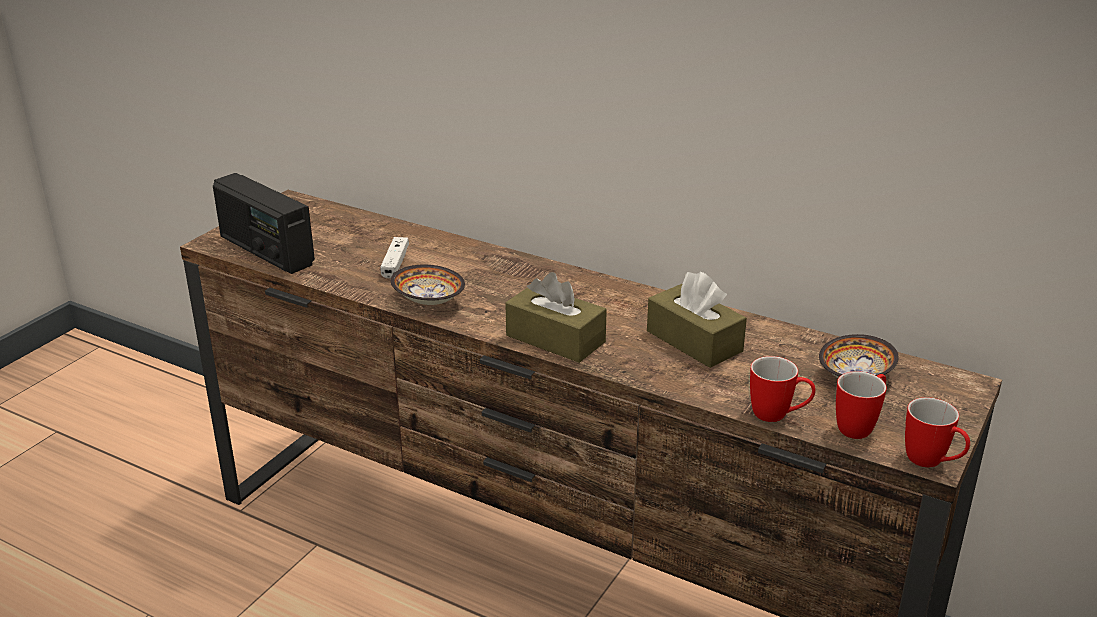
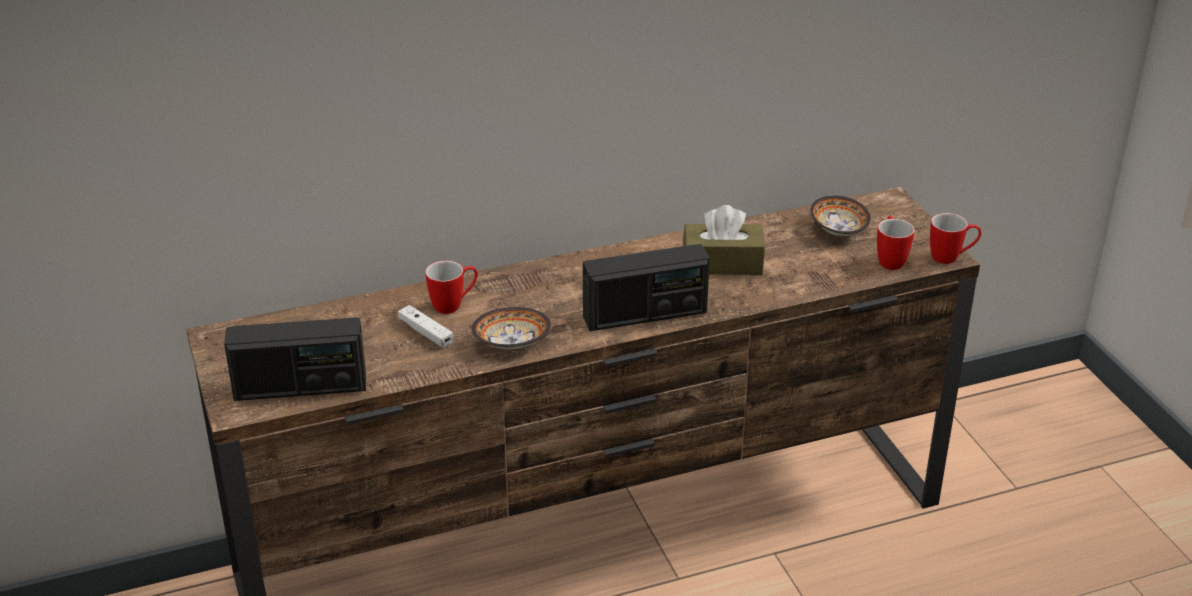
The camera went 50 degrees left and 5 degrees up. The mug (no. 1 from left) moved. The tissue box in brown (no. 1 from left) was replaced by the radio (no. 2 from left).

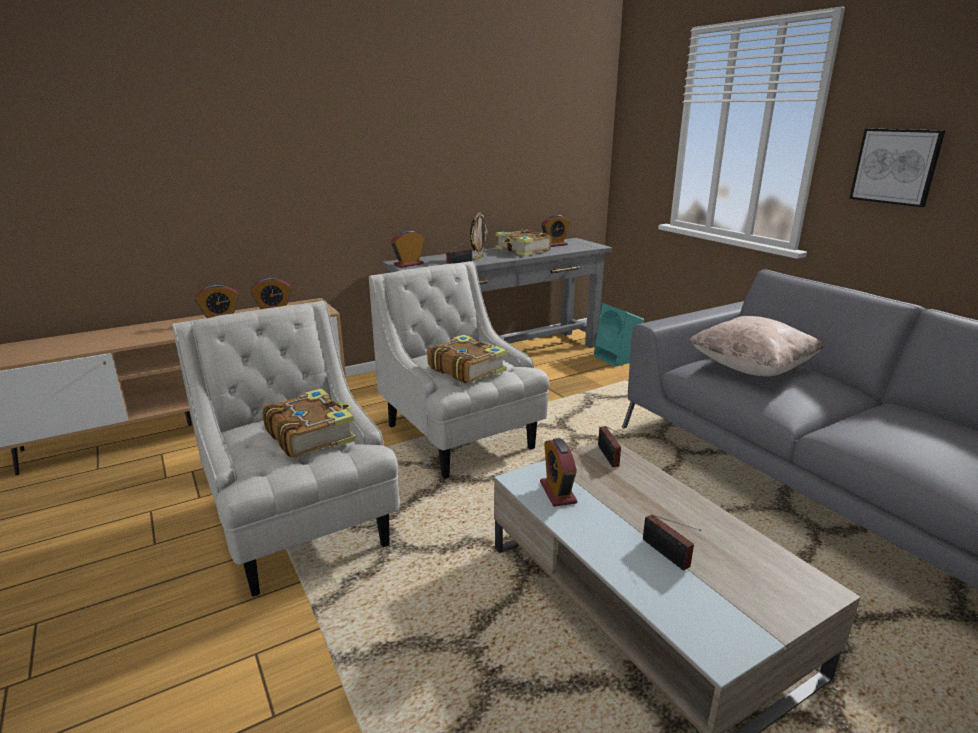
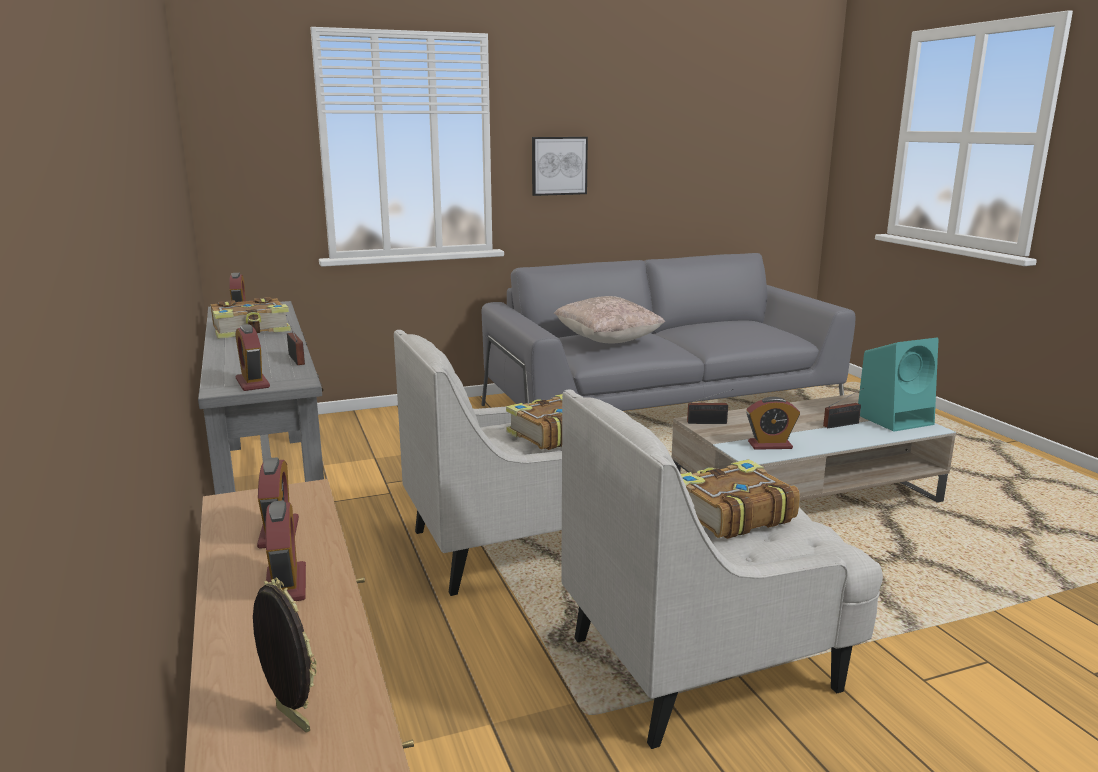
The camera went 80 degrees left and 5 degrees down. The picture frame moved. The speaker in turquoise moved.

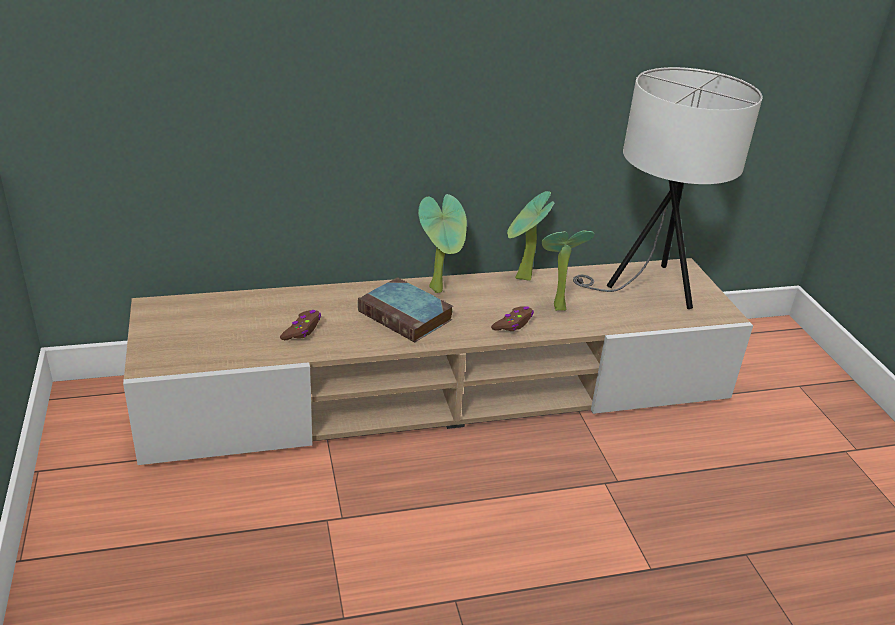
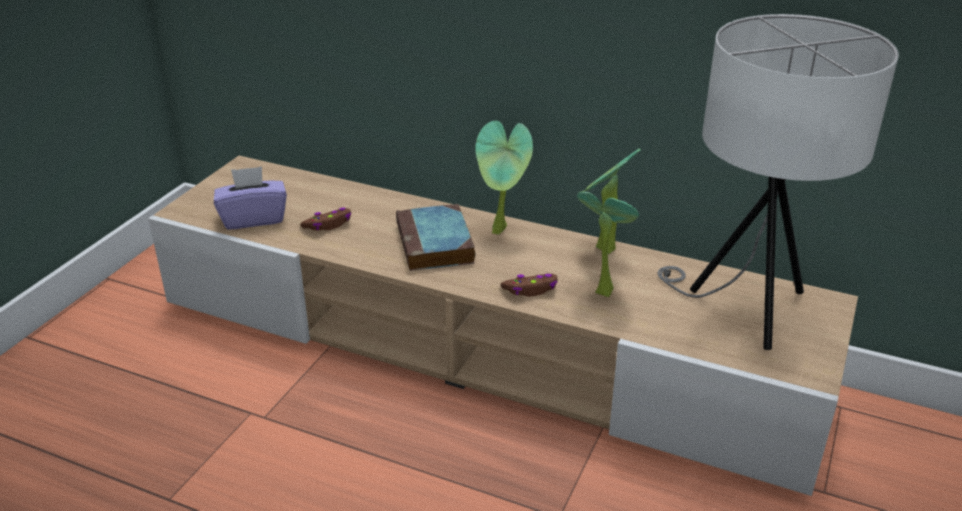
The camera went 40 degrees right and 0 degrees up. The tissue box in purple appeared.

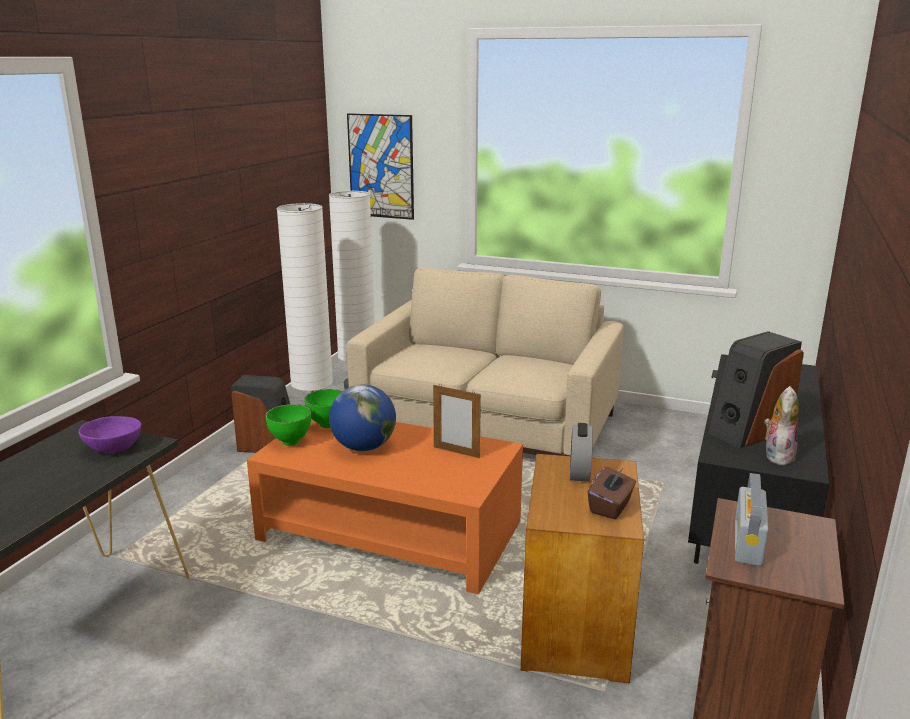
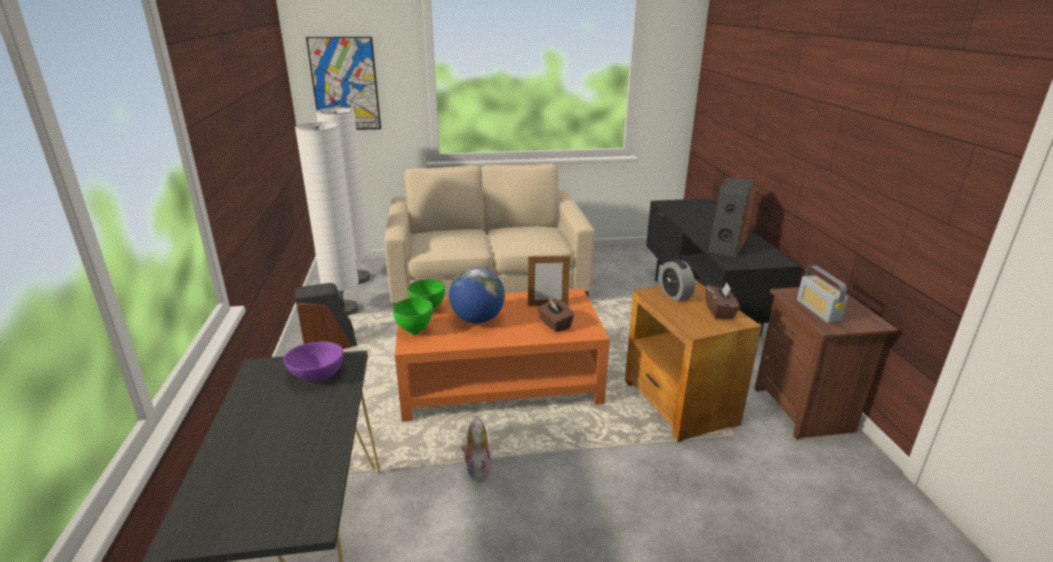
The camera went 30 degrees left and 5 degrees up. The plush toy moved. The tissue box in brown (no. 1 from left) appeared.

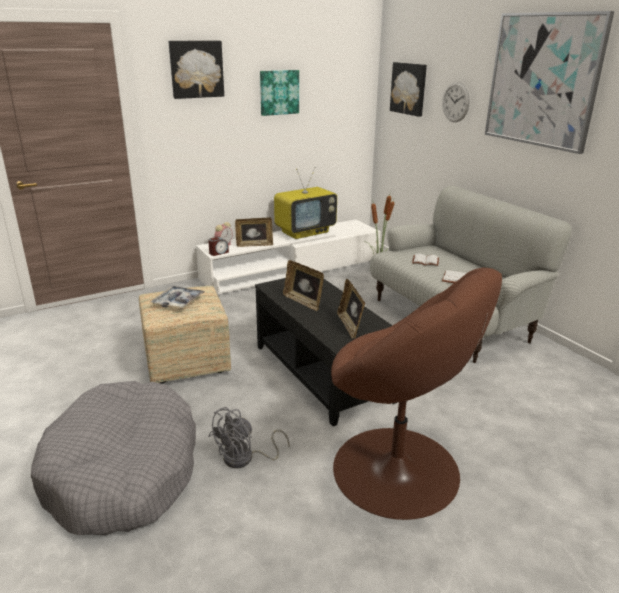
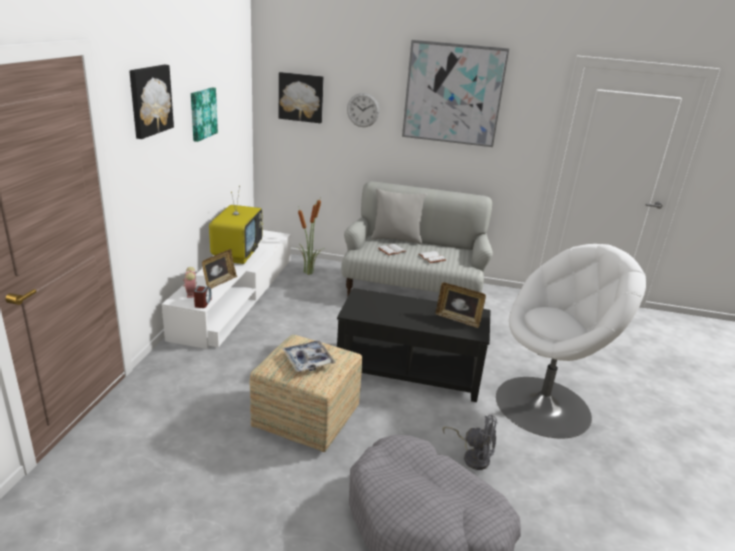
The camera went 50 degrees left and 0 degrees up. The pillow in grey appeared. The fan in grey turned 60 degrees counterclockwise. The armchair in brown became the armchair in white. The picture frame (no. 2 from left) disappeared.

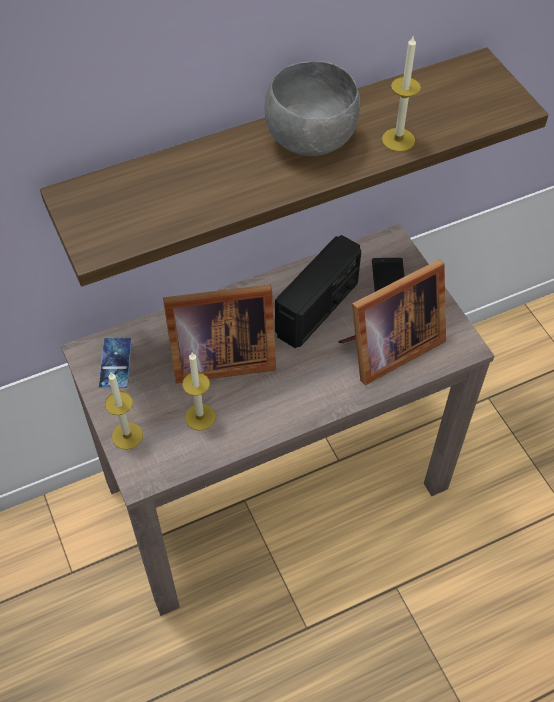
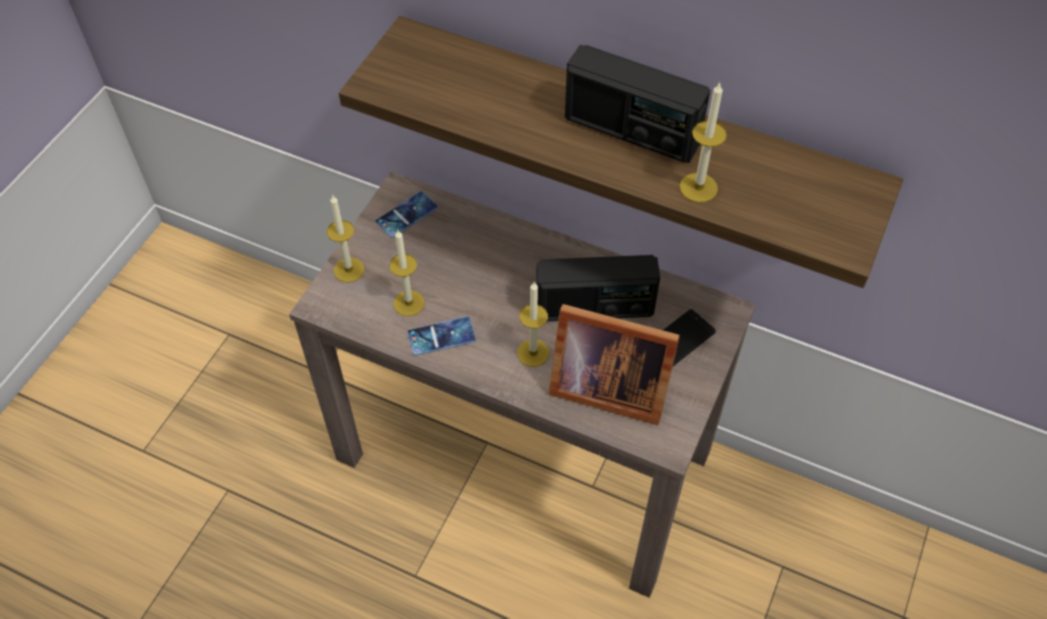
The camera went 50 degrees right and 0 degrees up. The phone (no. 2 from left) appeared. The candle (no. 3 from left) appeared. The bowl in grey was replaced by the radio (no. 2 from left). The picture frame (no. 1 from left) disappeared.

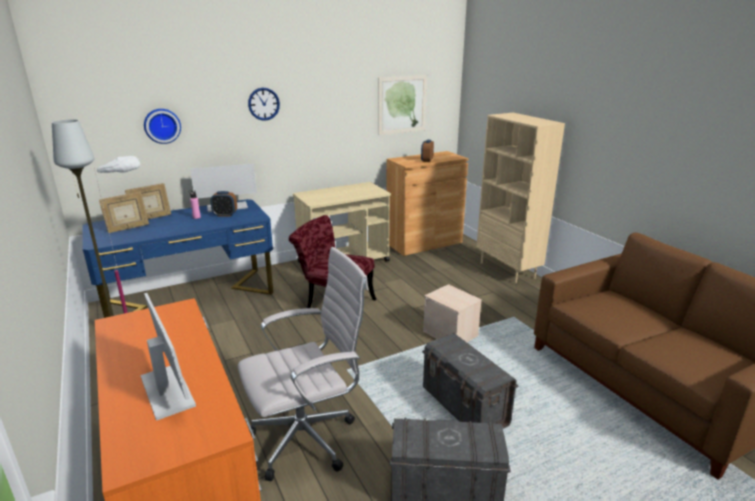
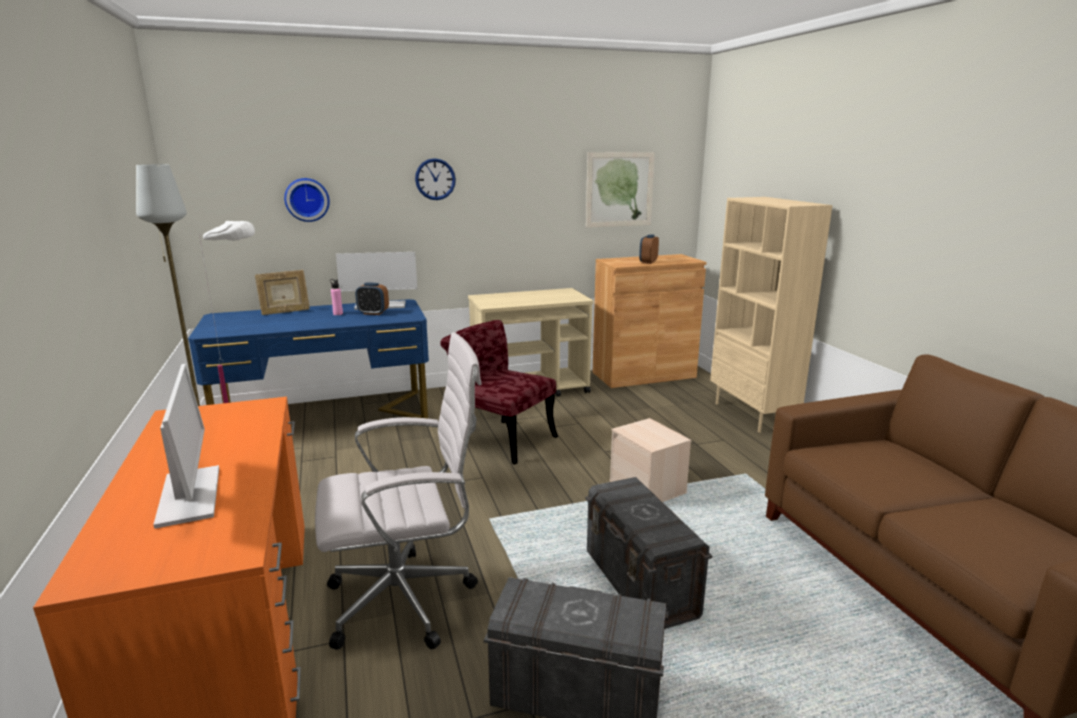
The camera went 10 degrees right and 5 degrees down. The picture frame (no. 1 from left) disappeared.

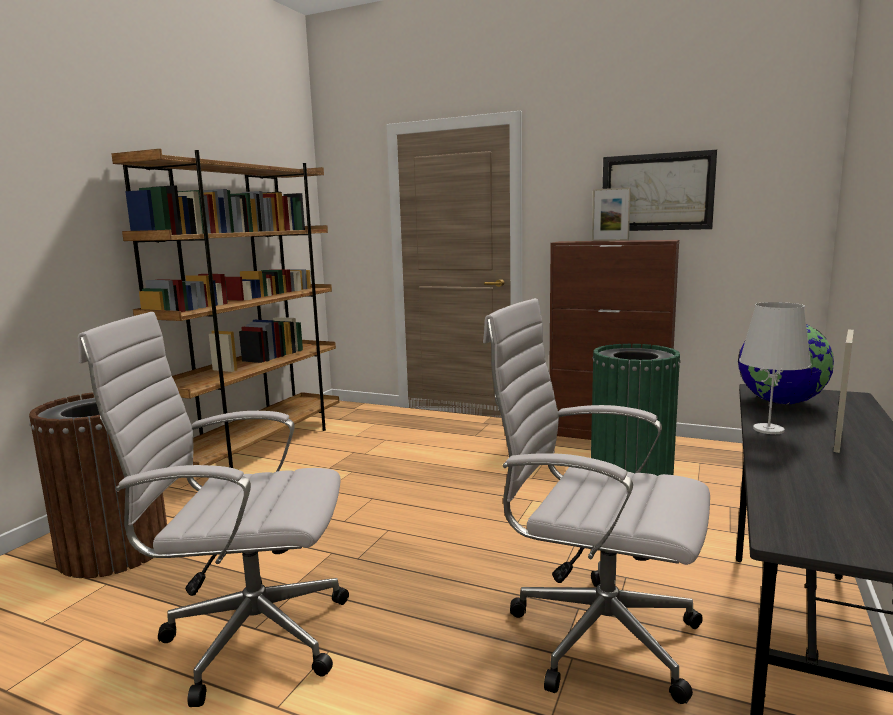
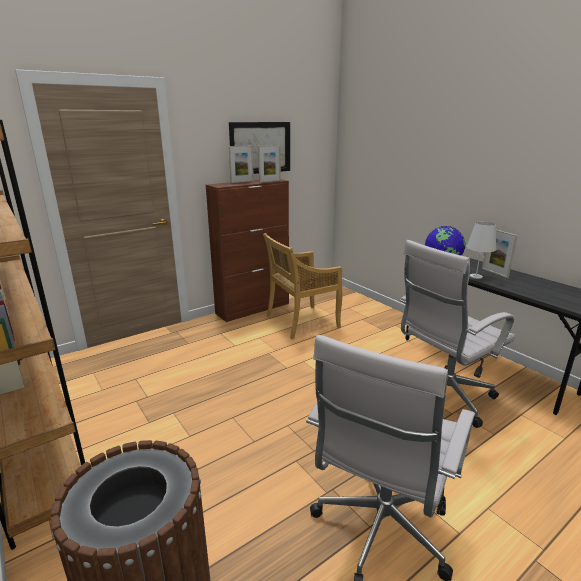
The camera went 60 degrees left and 10 degrees up. The picture frame (no. 2 from left) appeared. The trash can in green was replaced by the chair in beige.

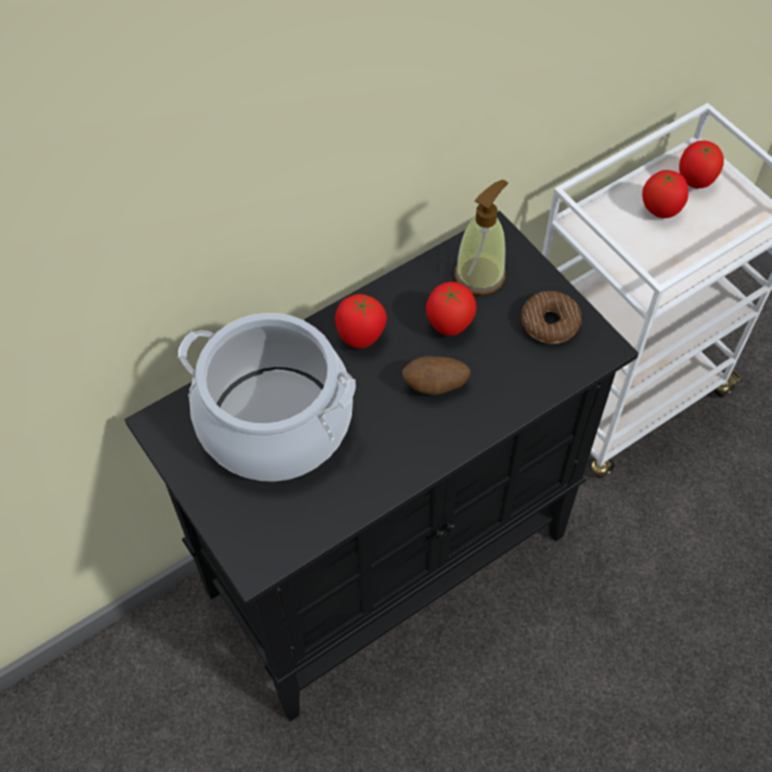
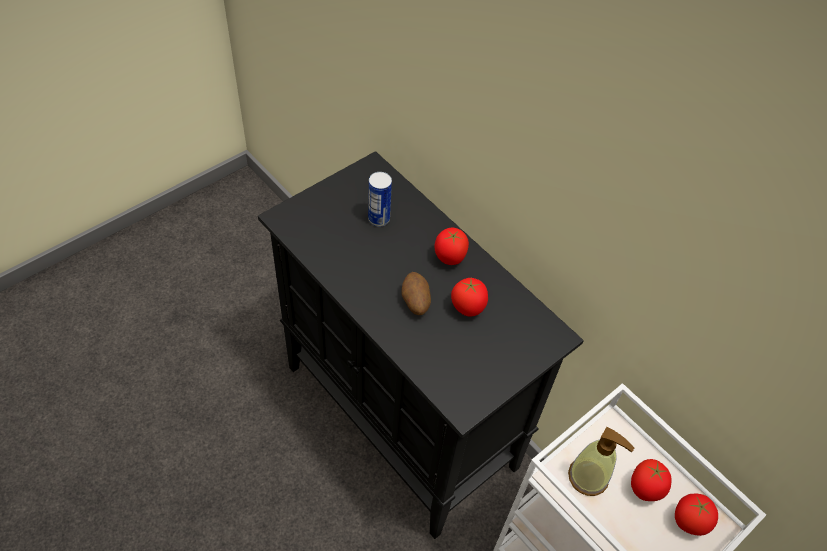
The camera went 80 degrees right and 5 degrees down. The cooking pot was replaced by the can. The soap dispenser moved. The donut disappeared.

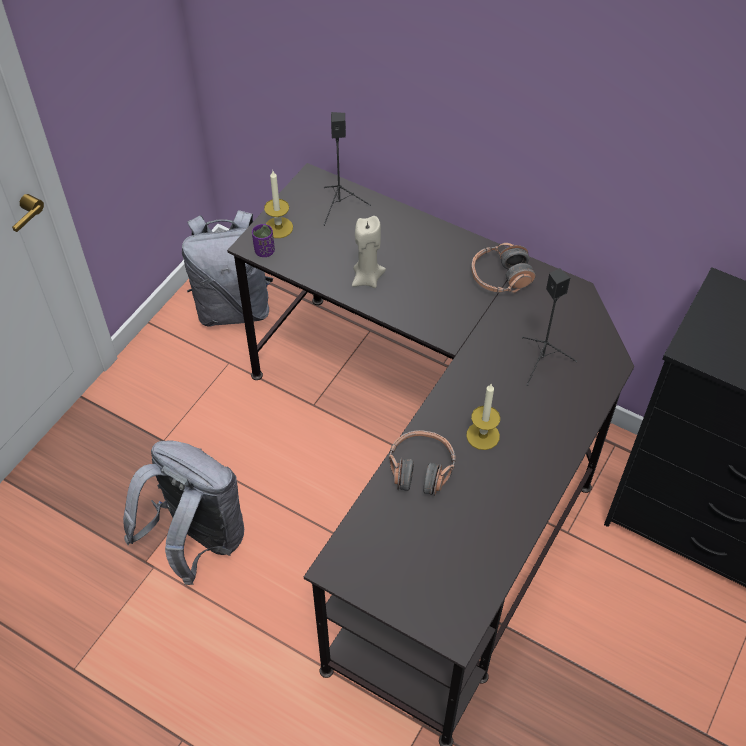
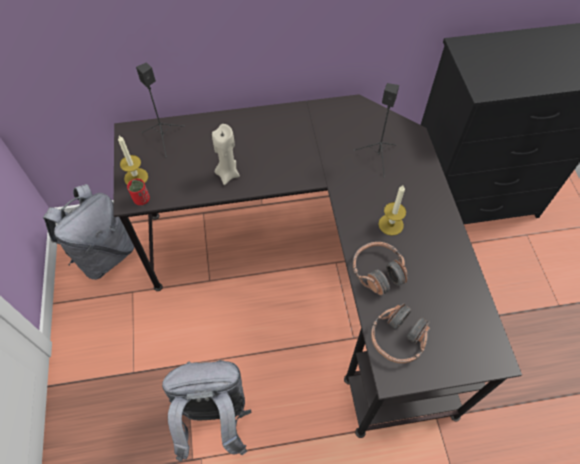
The camera went 40 degrees left and 5 degrees up. The cup in purple became the cup in red. The headphones (no. 2 from left) moved.

